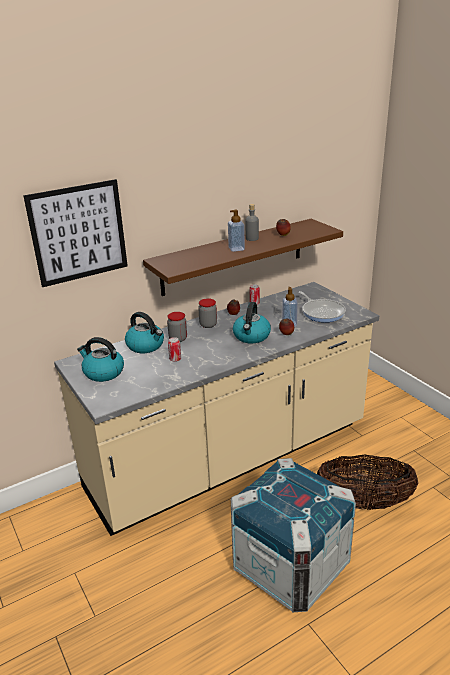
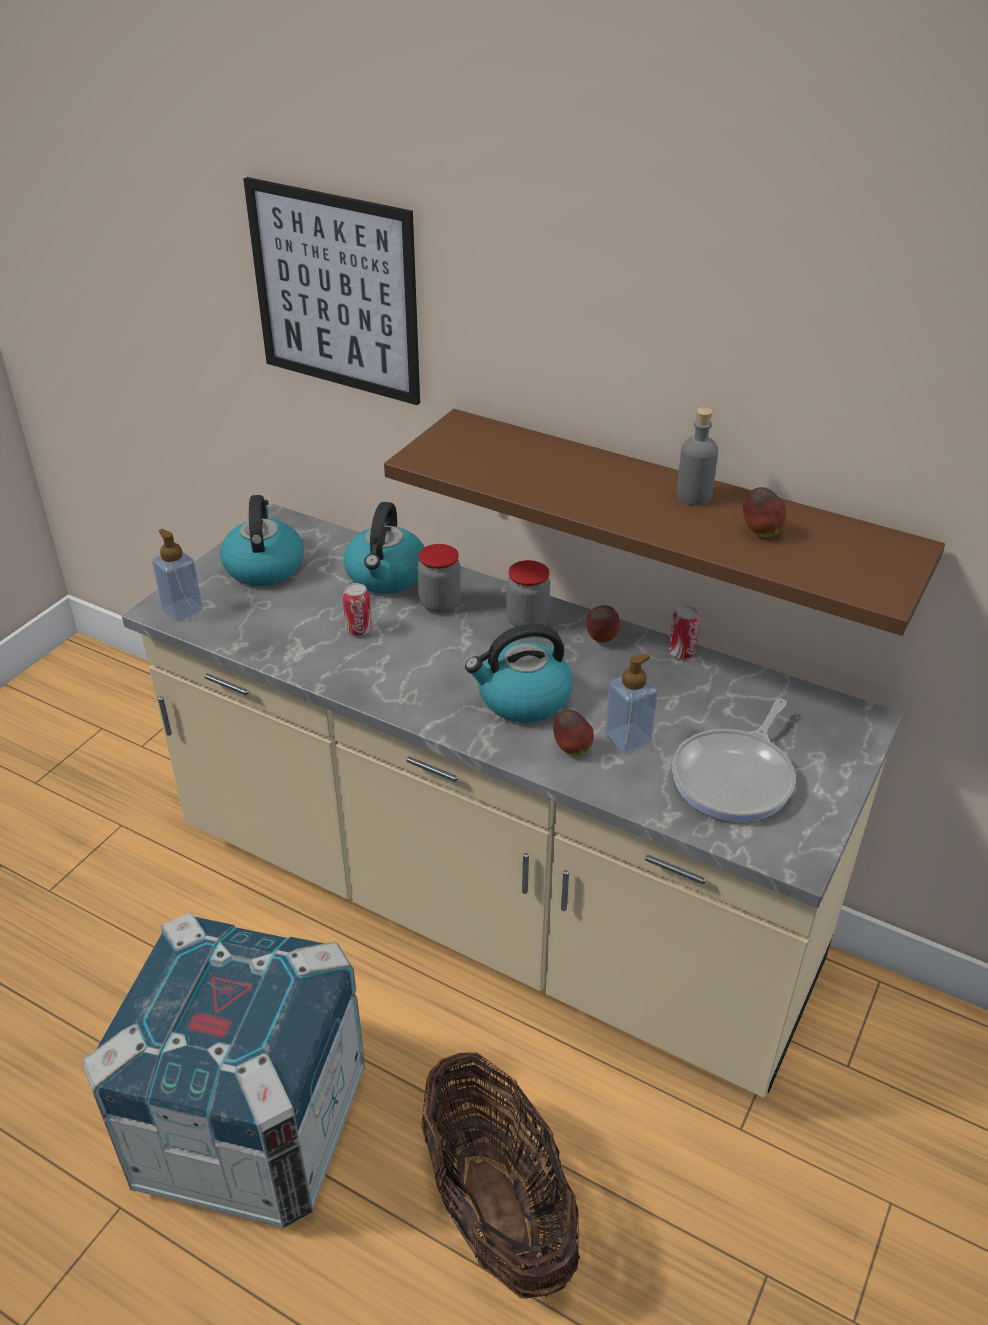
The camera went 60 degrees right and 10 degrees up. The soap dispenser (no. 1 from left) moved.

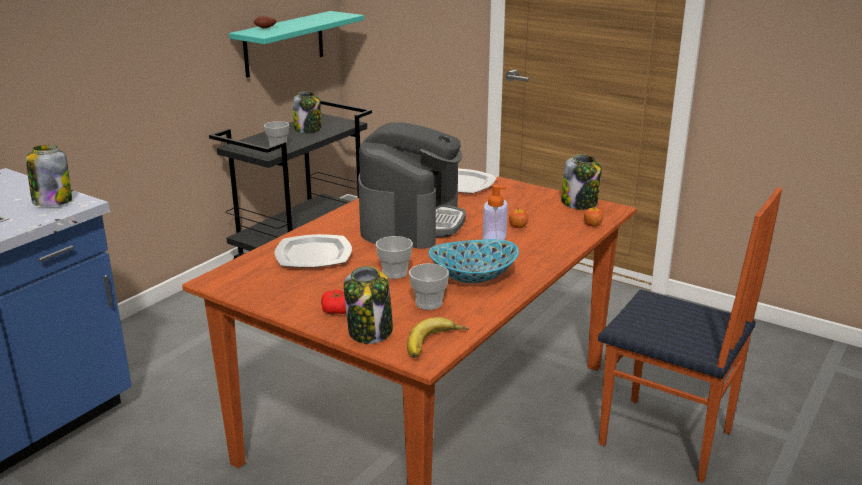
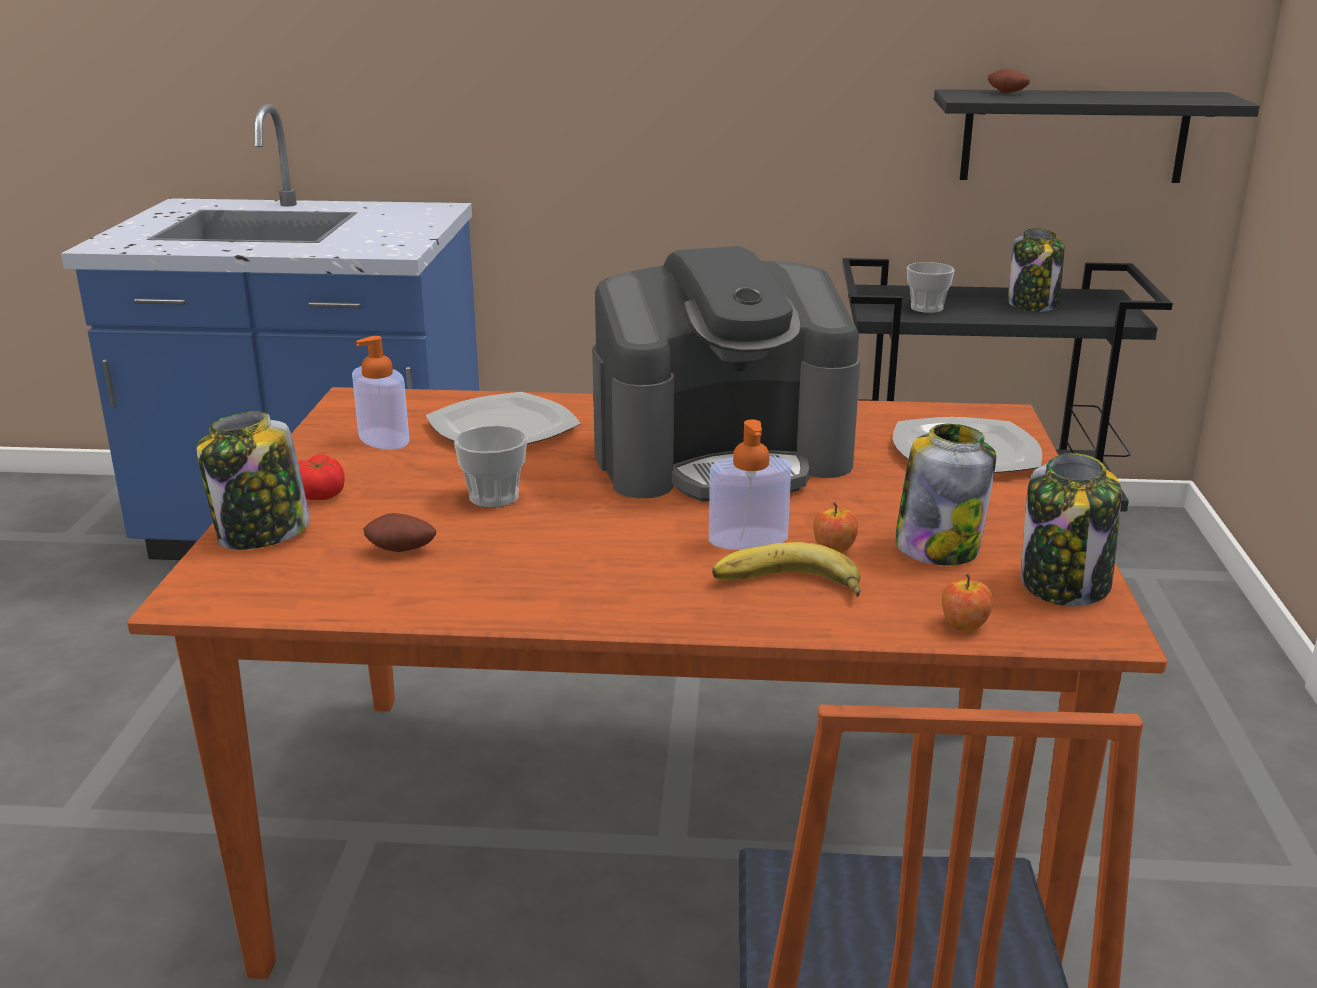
The camera went 60 degrees right and 0 degrees up. The soap dispenser (no. 1 from left) appeared. The cup (no. 3 from left) was replaced by the potato (no. 1 from left). The banana moved. The jar (no. 1 from left in the first image) moved. The shelf in turquoise became the shelf in black. The bowl disappeared.

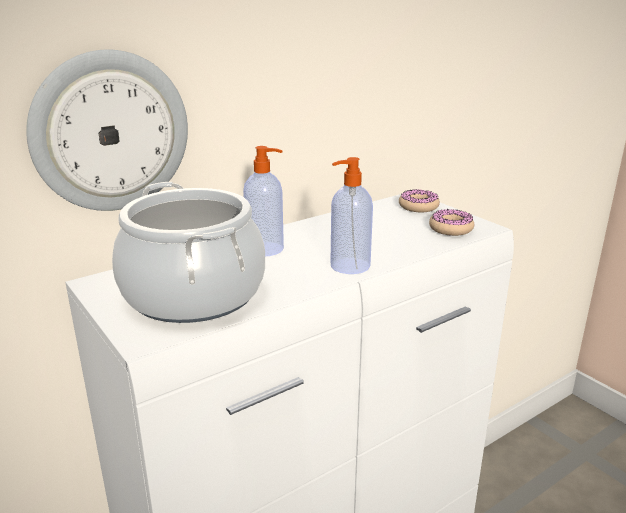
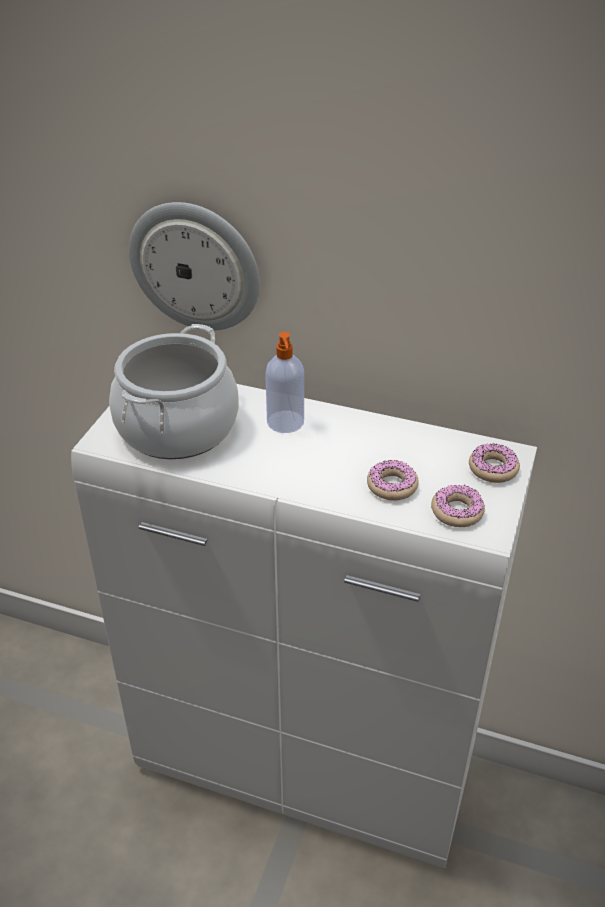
The camera went 55 degrees right and 15 degrees up. The donut (no. 1 from left) appeared. The soap dispenser (no. 2 from left) disappeared.

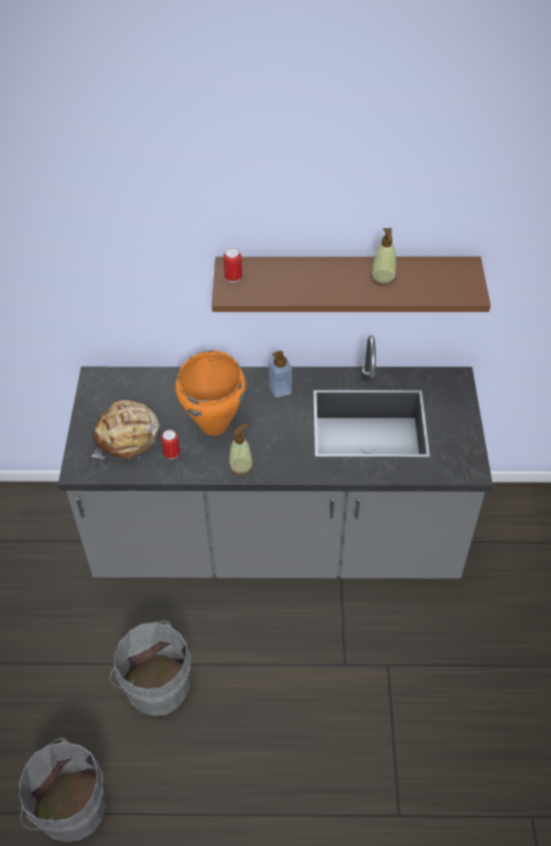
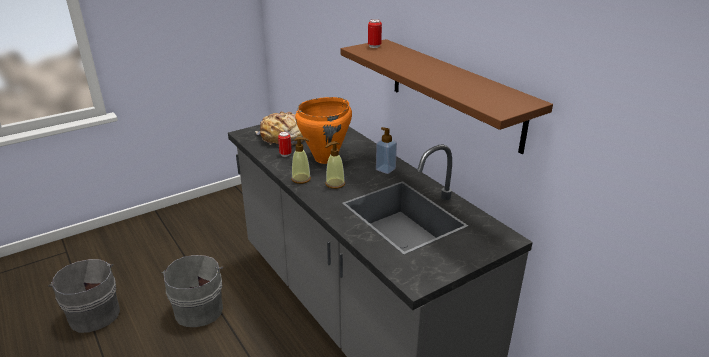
The camera went 55 degrees right and 20 degrees down. The soap dispenser (no. 3 from left in the first image) moved.

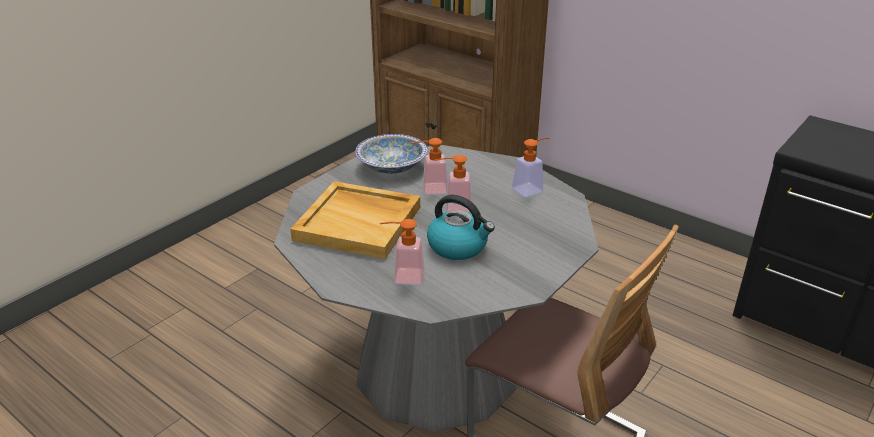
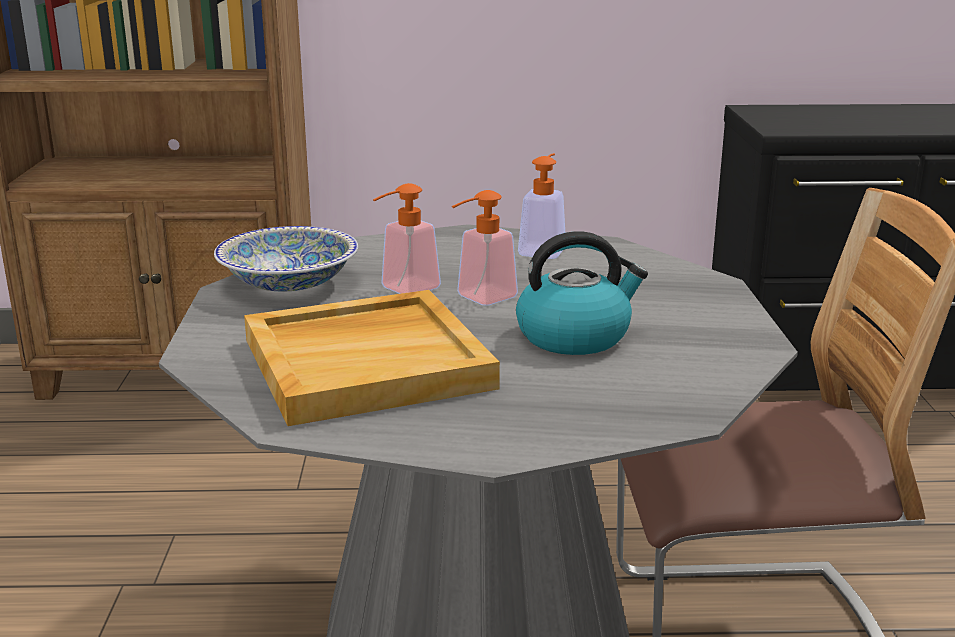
The camera went 40 degrees left and 10 degrees down. The soap dispenser (no. 1 from left) disappeared.

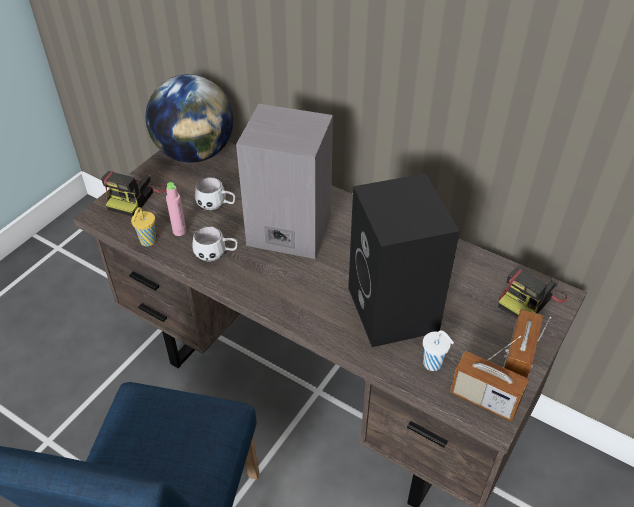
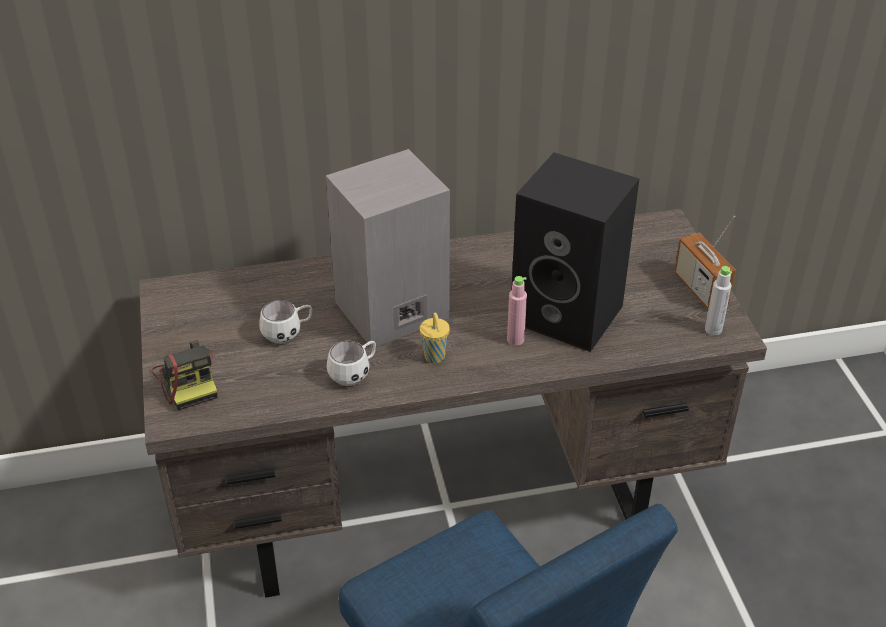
The camera went 45 degrees left and 5 degrees down. The cup in yellow moved. The bottle in pink moved. The radio (no. 1 from left) was replaced by the bottle in grey. The globe disappeared. The cup in white disappeared. The photo camera (no. 2 from left) disappeared.

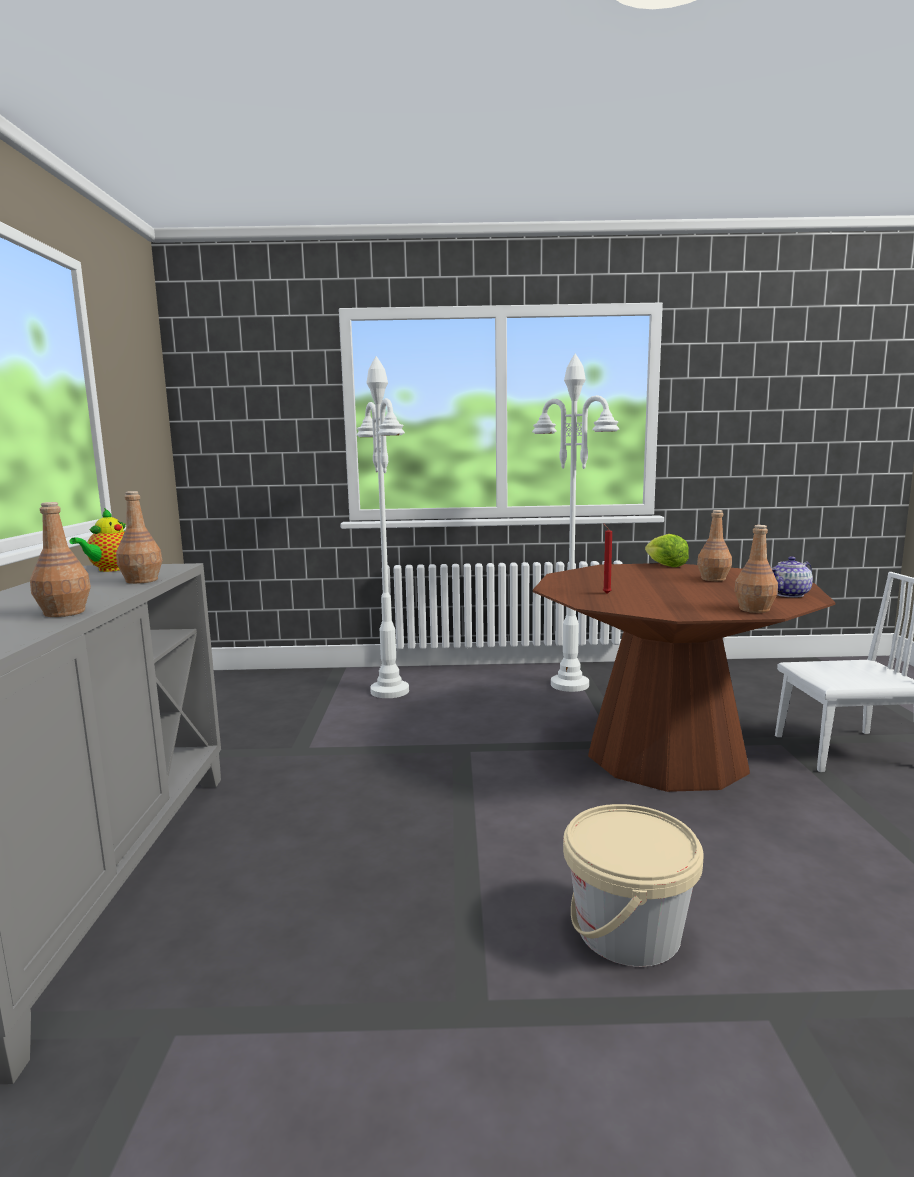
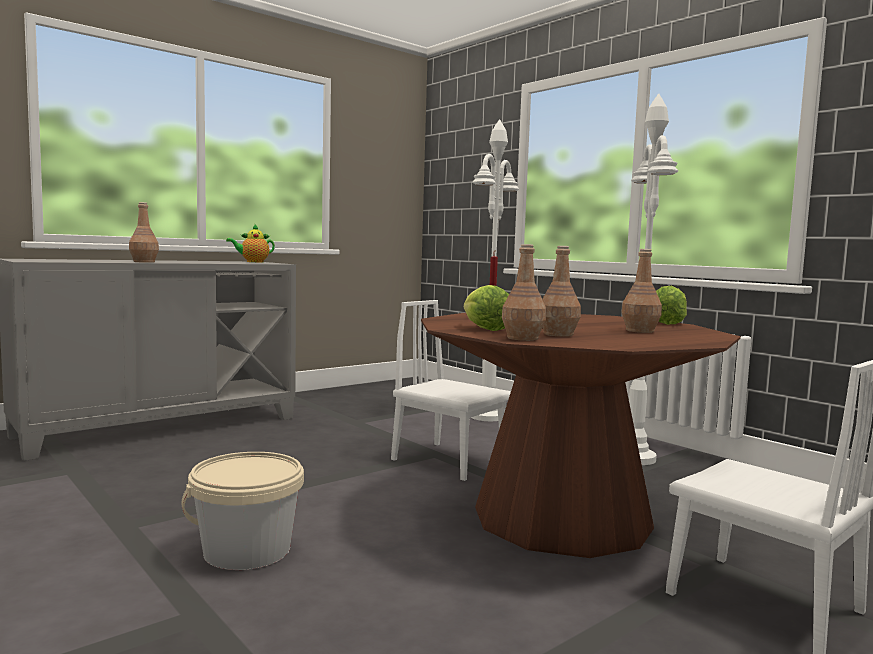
The camera went 50 degrees right and 5 degrees down. The chair in white (no. 1 from left) appeared. The lettuce (no. 1 from left) appeared. The bottle in brown (no. 2 from left in the first image) moved. The teapot (no. 2 from left) disappeared.

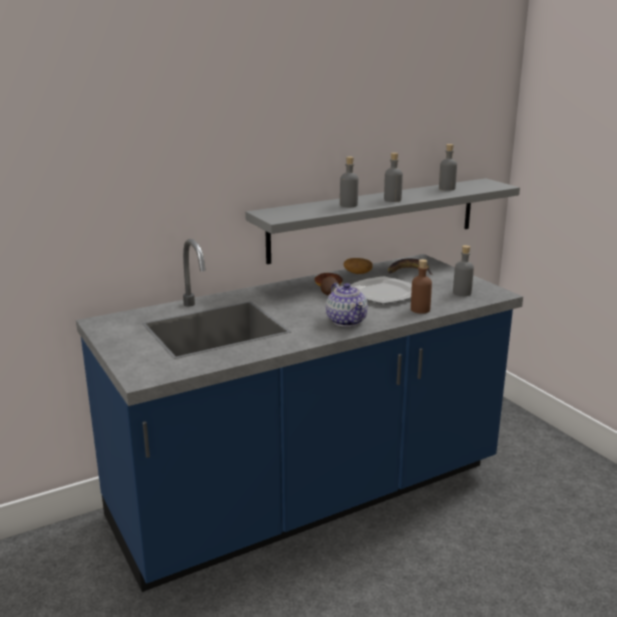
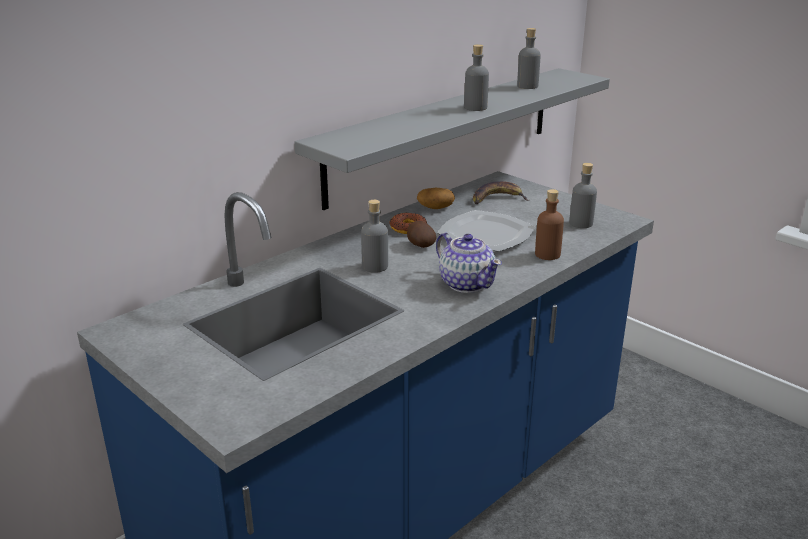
The camera went 15 degrees left and 5 degrees up. The bottle in grey (no. 1 from left) moved.

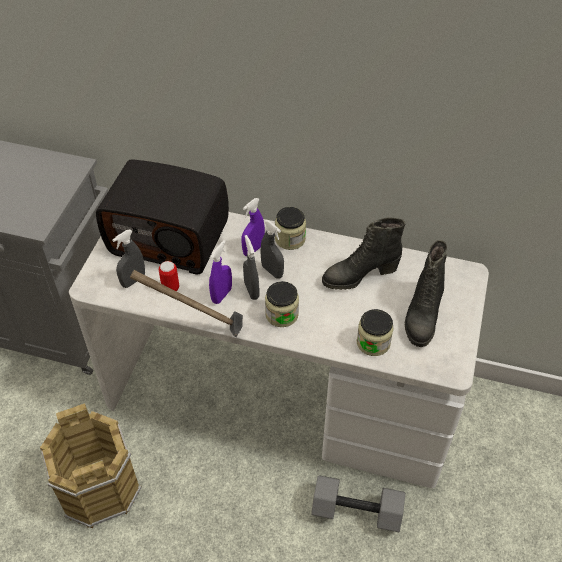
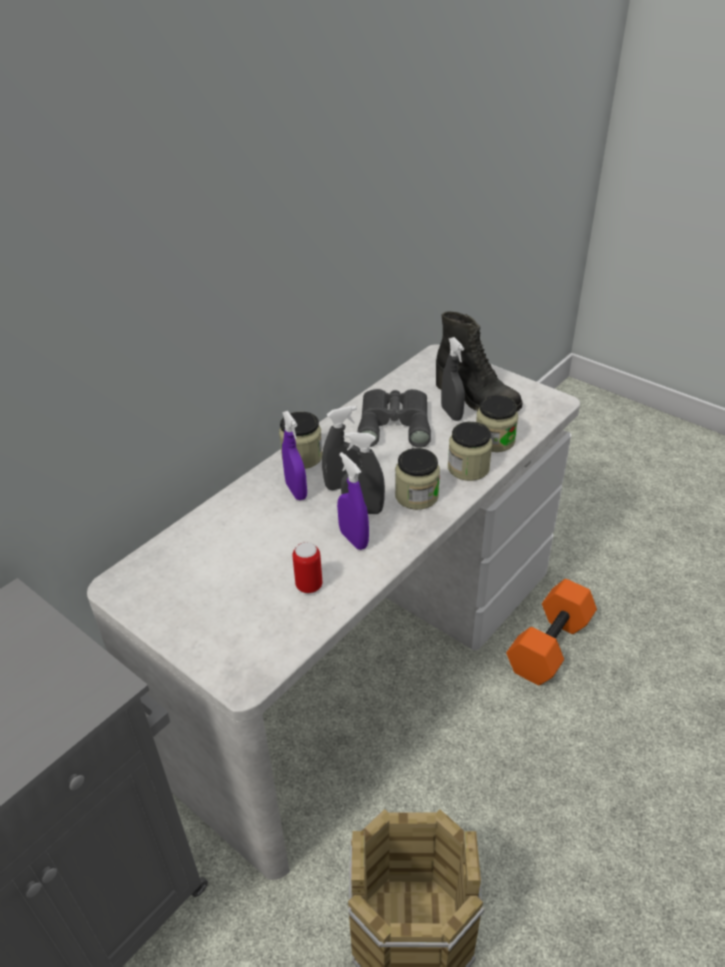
The camera went 65 degrees left and 10 degrees down. The boot in black (no. 1 from left) was replaced by the binoculars in grey. The spray bottle in grey (no. 1 from left in the first image) moved. The jar (no. 3 from left) appeared. The dumbbell in grey became the dumbbell in orange. The radio disappeared. The hammer disappeared.

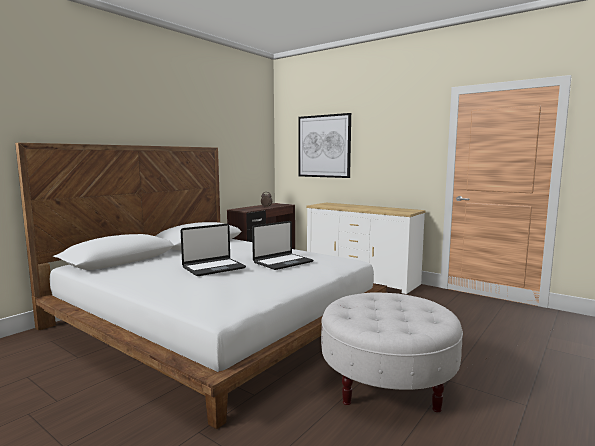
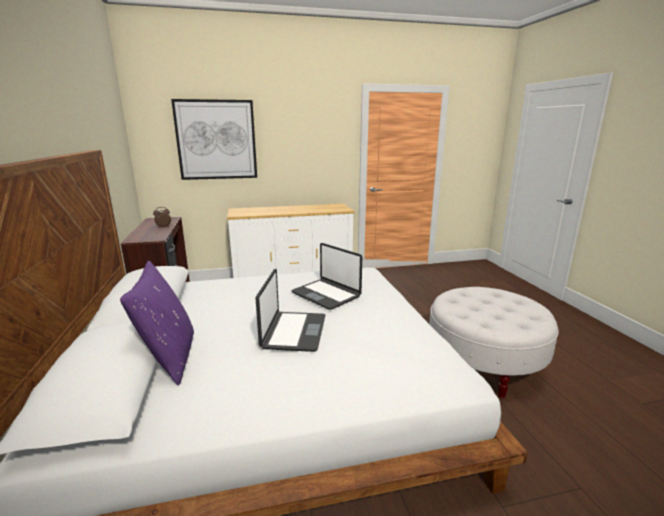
The camera went 50 degrees left and 10 degrees up. The pillow in purple appeared. The laptop (no. 2 from left) turned 135 degrees clockwise.

